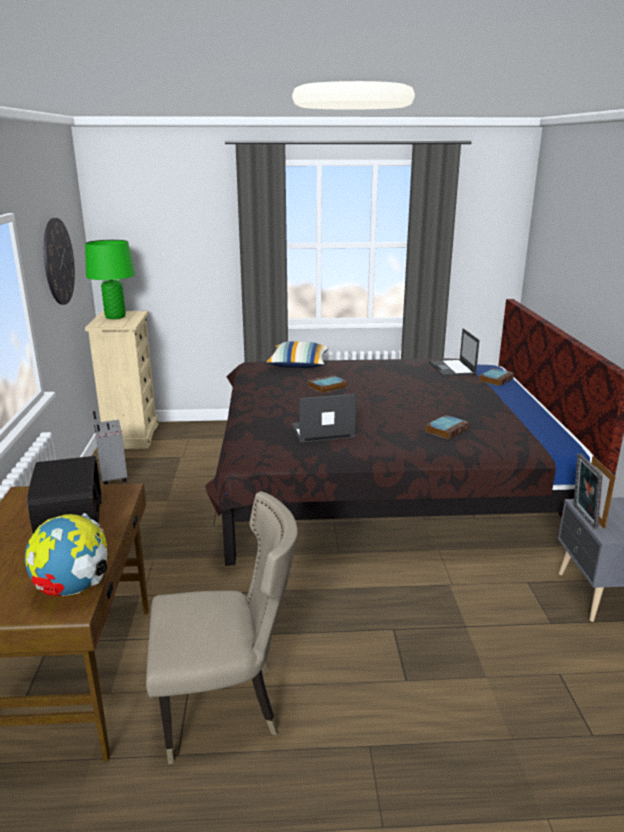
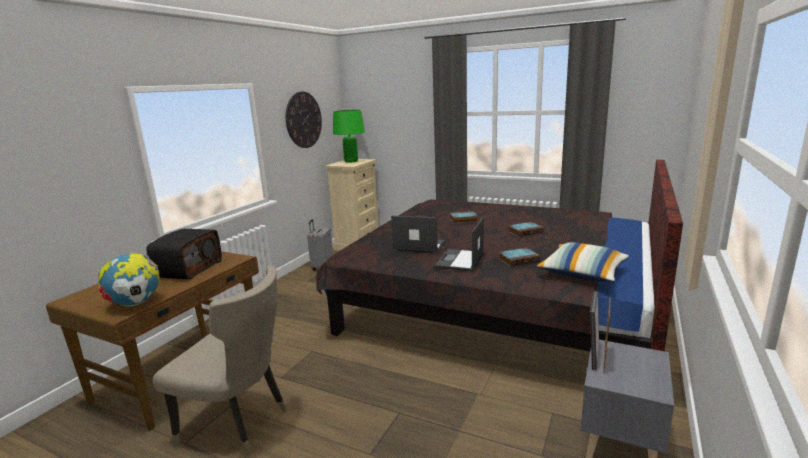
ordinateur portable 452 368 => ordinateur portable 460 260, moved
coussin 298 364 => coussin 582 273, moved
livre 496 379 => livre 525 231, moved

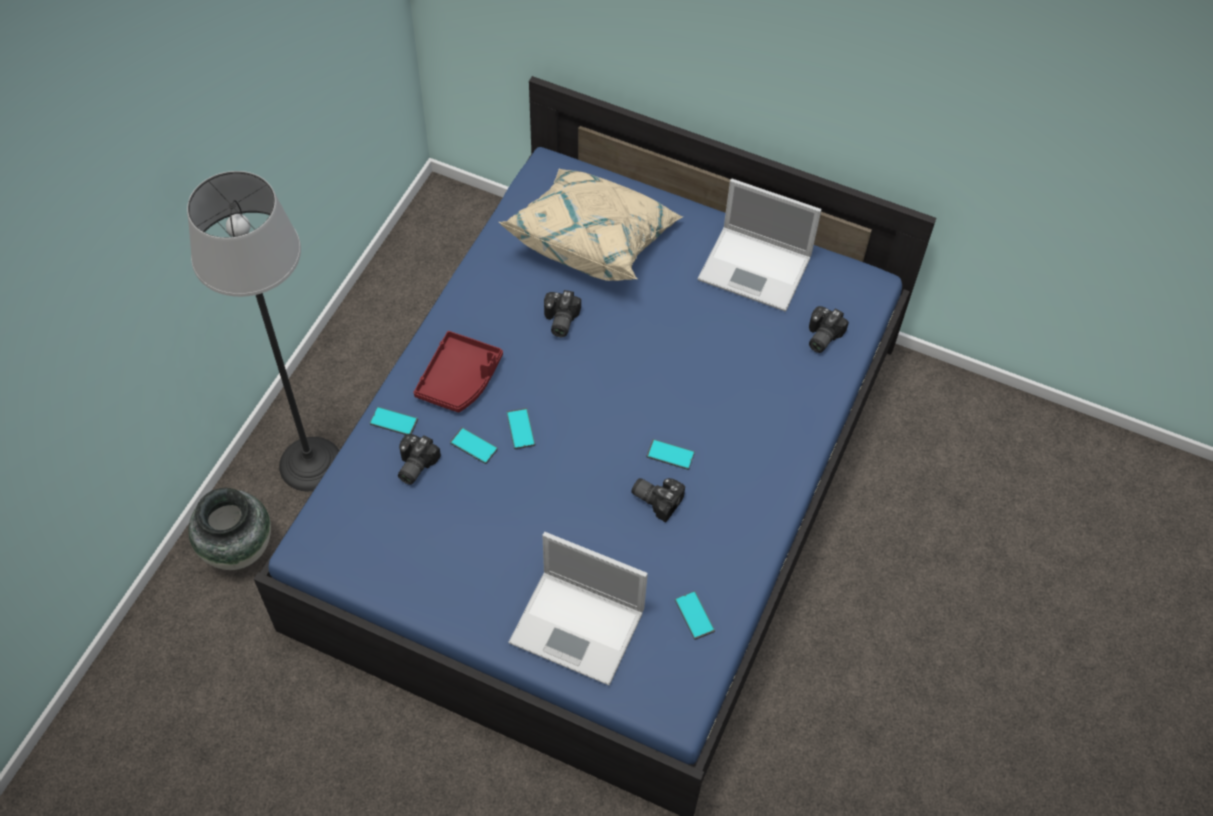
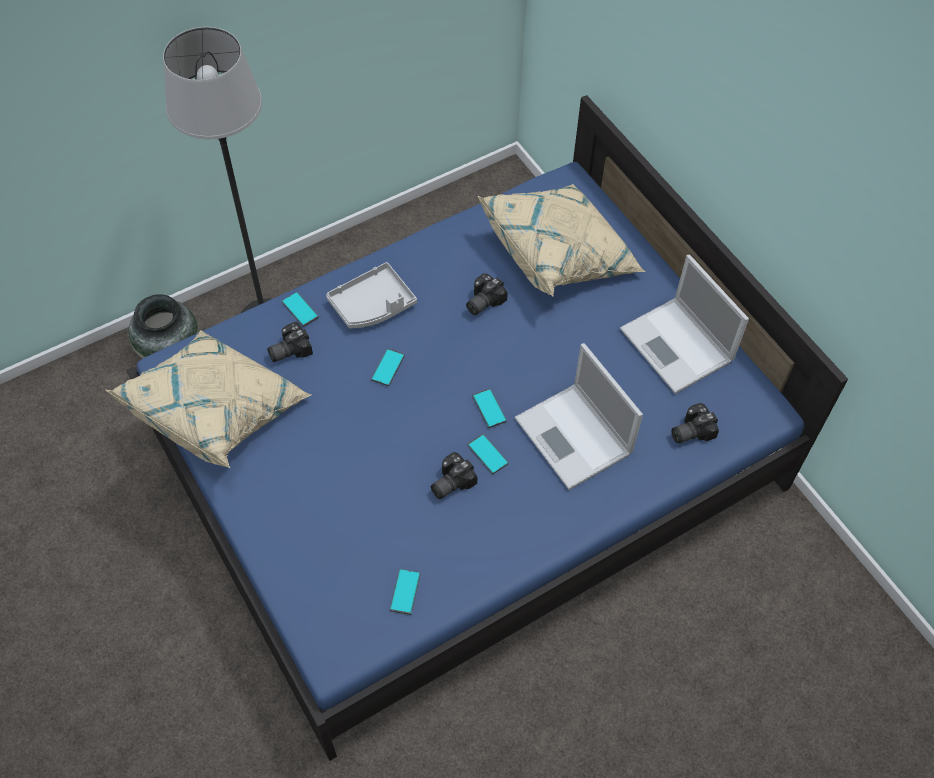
plateau/rouge 460 379 => plateau/gris 373 305
téléphone 473 446 => téléphone 489 408, moved
appareil photo 657 498 => appareil photo 449 482, 105 degrees counterclockwise
ordinateur portable 579 627 => ordinateur portable 575 437, moved
nothing => coussin/beige 218 411

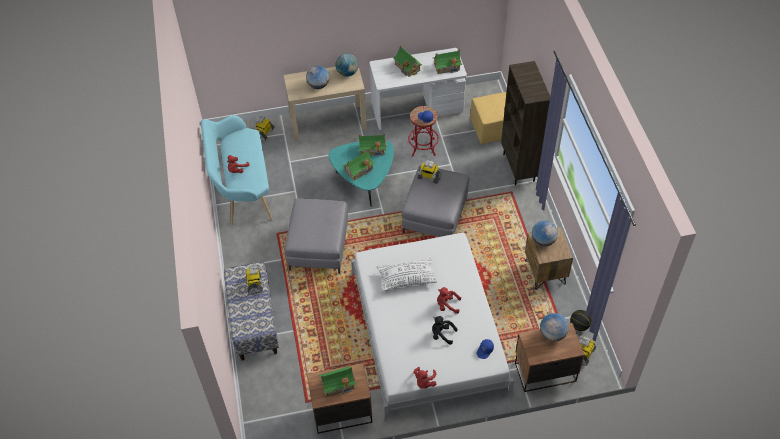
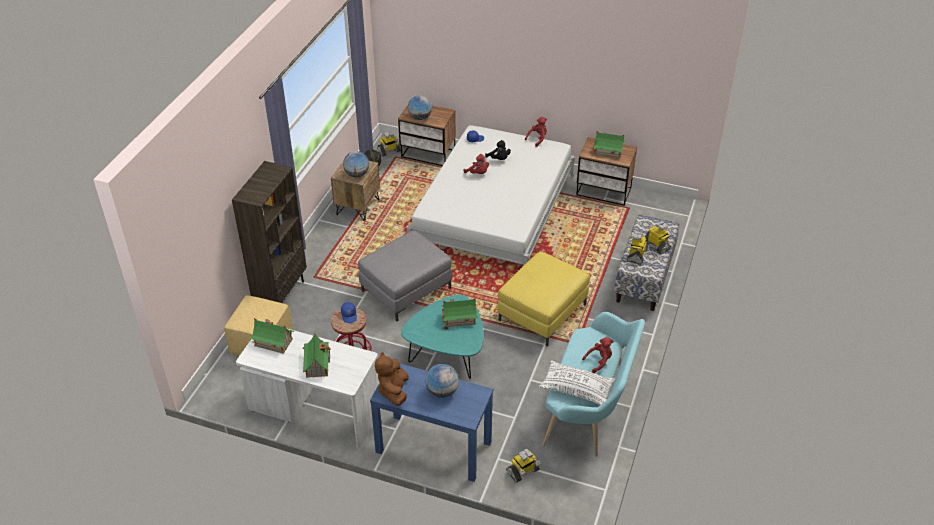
globe 347 73 => peluche/marron 394 391
table console/beige 328 122 => table console/bleu 433 447
maison miniature 372 149 => nothing
robot jouet 429 177 => robot jouet 657 245, moved
pouf/gris 318 247 => pouf/jaune 542 313
coussin/blanc 406 278 => coussin/blanc 577 389, moved

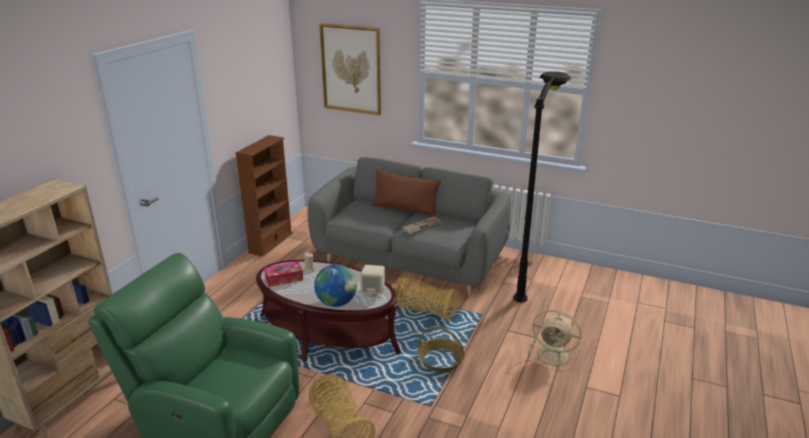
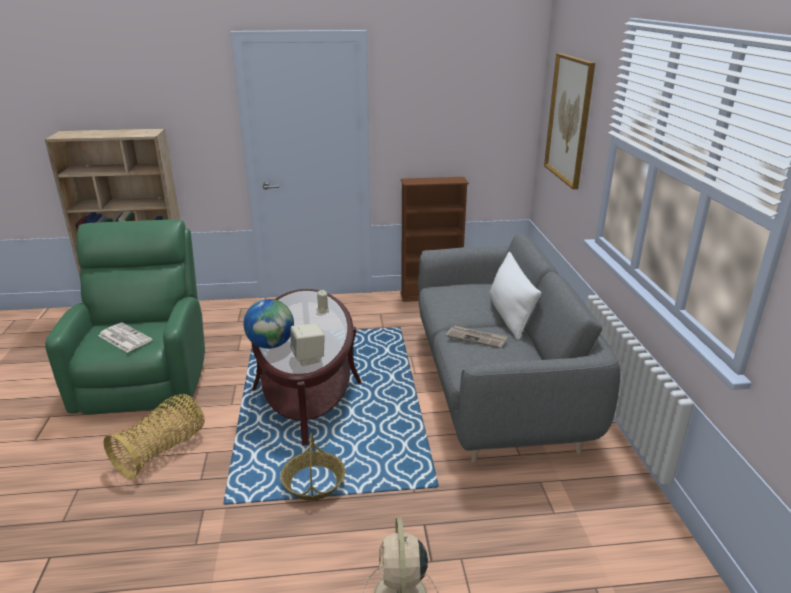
lampadaire/noir 530 277 => nothing
coussin/marron 405 209 => coussin/blanc 509 315
boîte à mouchoirs 284 279 => nothing
panier 424 311 => nothing
nothing => journal 124 338

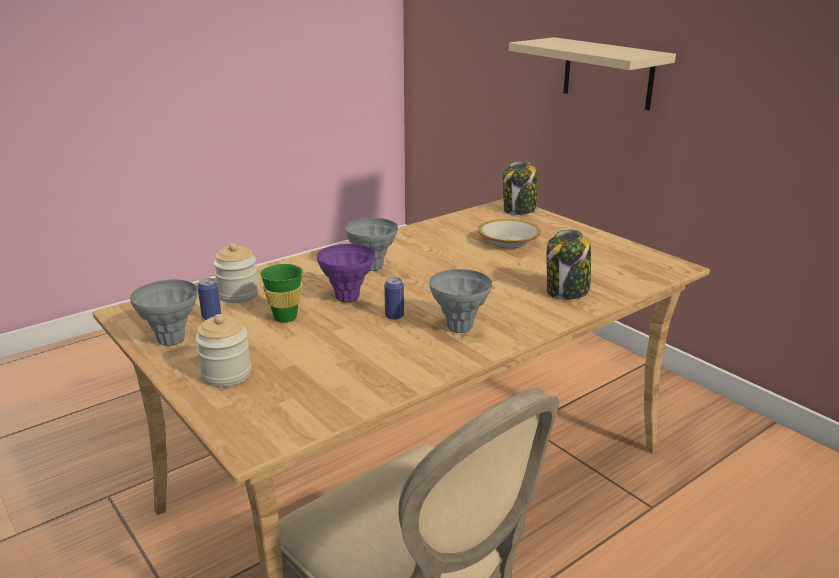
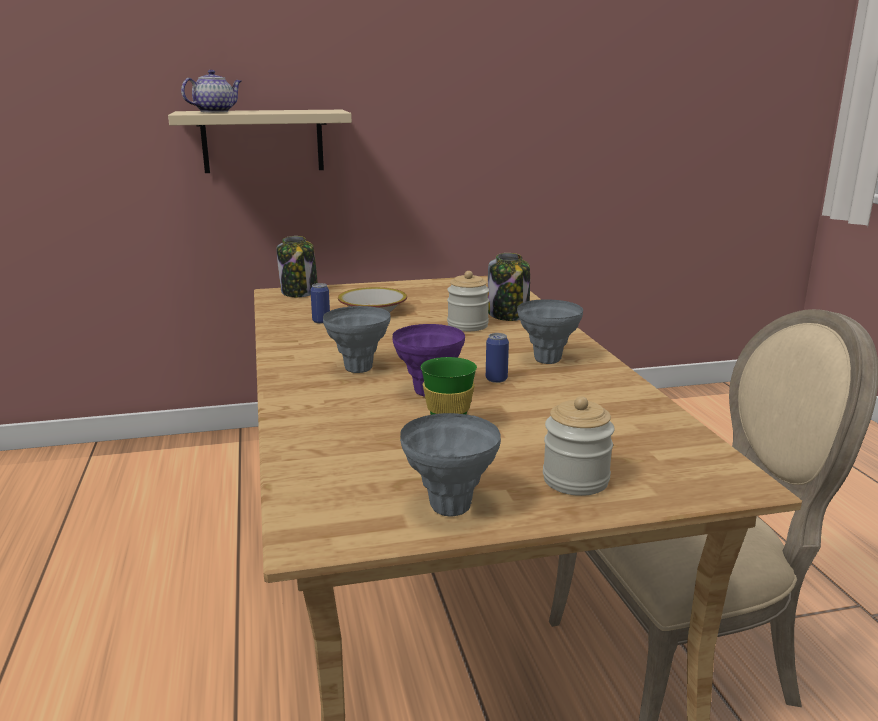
bocal 238 295 => bocal 467 325, moved
boîte métallique 211 317 => boîte métallique 321 321, moved
nothing => théière 215 112

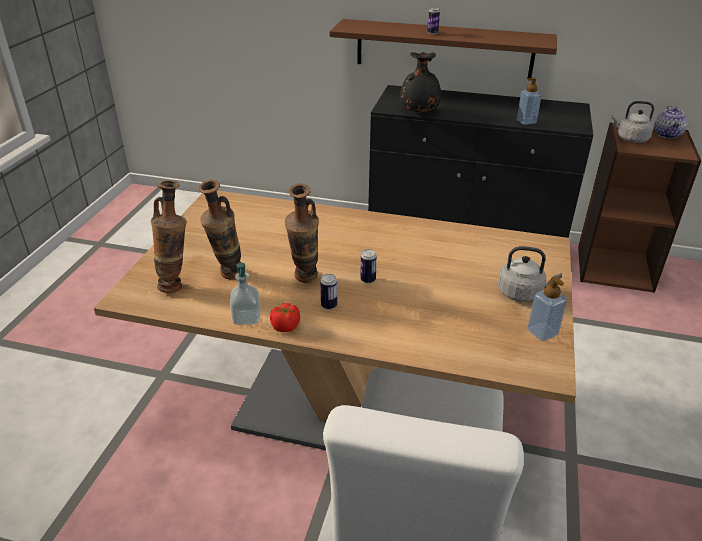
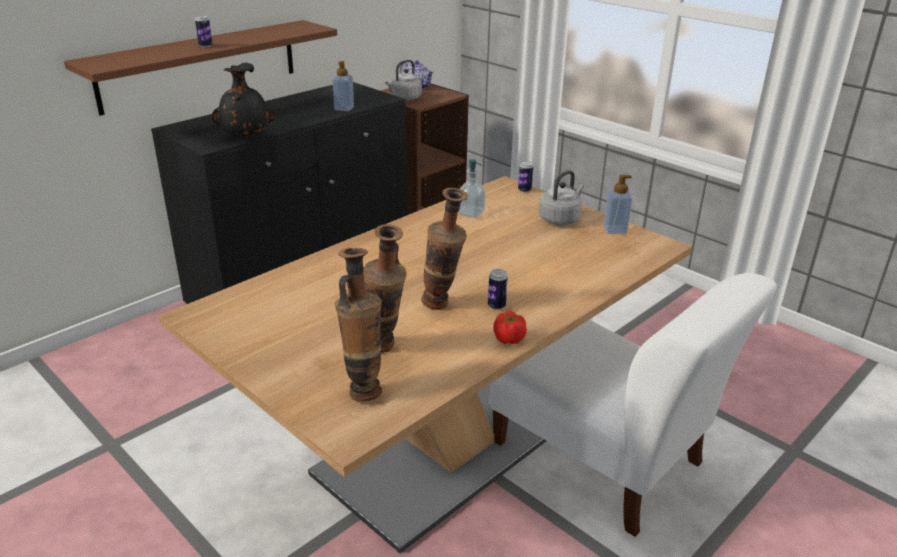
boîte métallique 368 280 => boîte métallique 524 190, moved
distributeur de savon 246 318 => distributeur de savon 470 213, moved

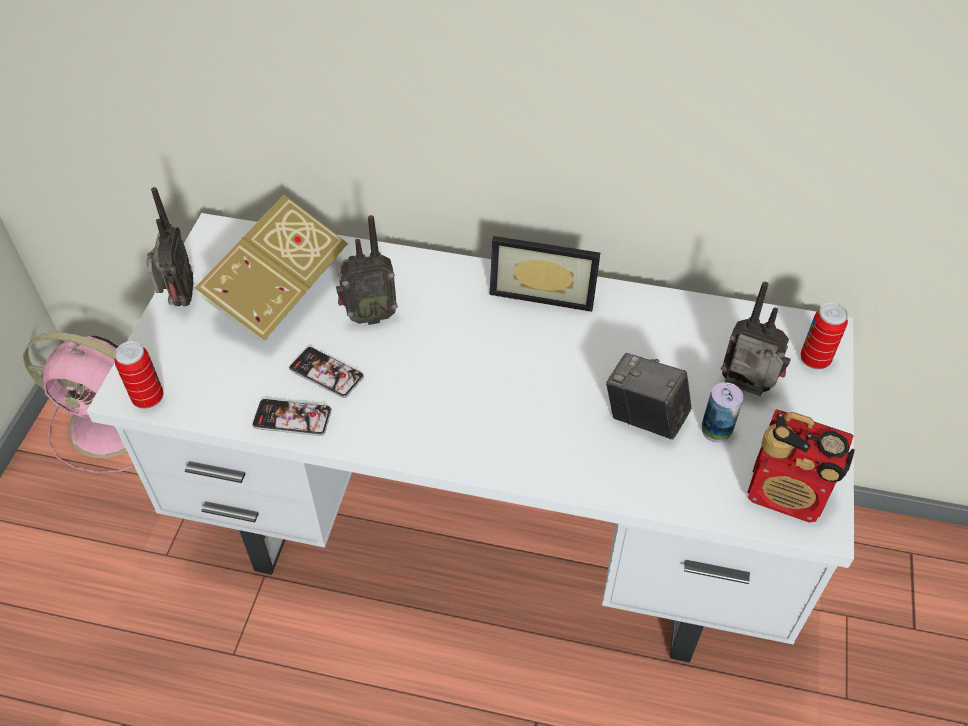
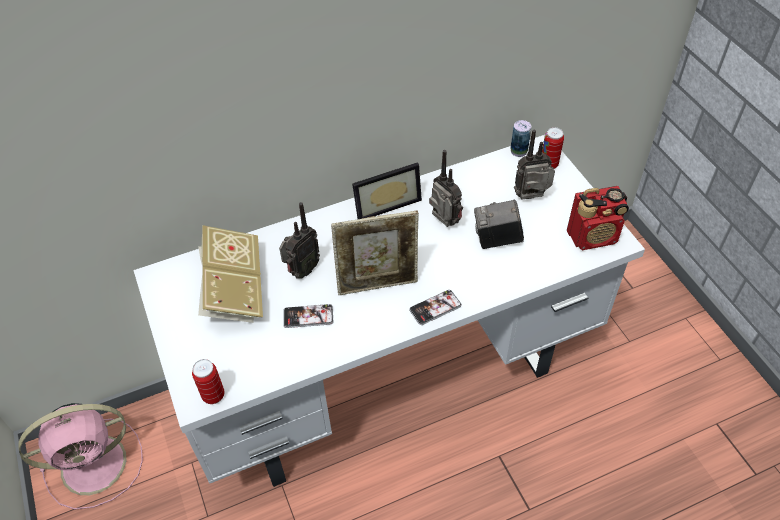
radio 179 300 => radio 443 224, moved
boîte métallique 716 430 => boîte métallique 518 151, moved
téléphone 292 418 => téléphone 435 308, moved
nothing => cadre photo 378 284

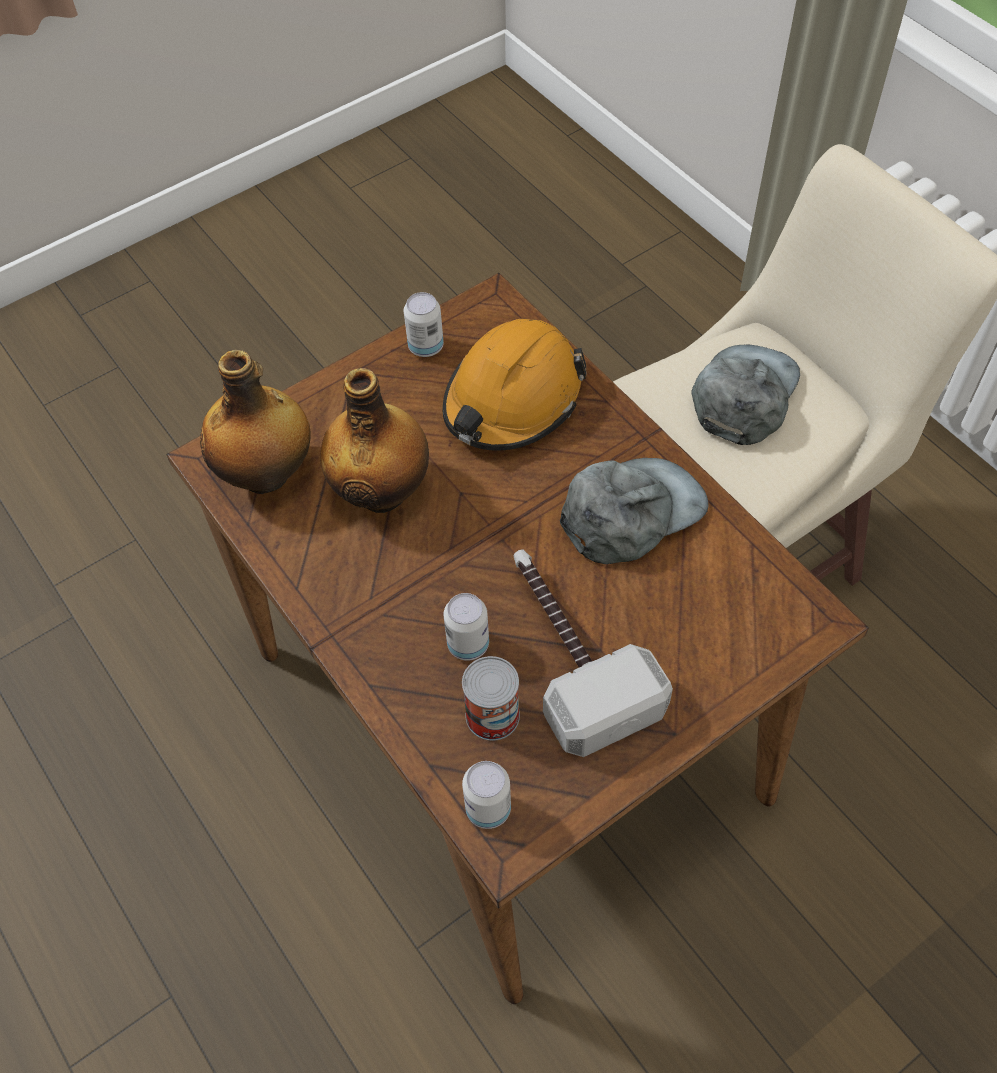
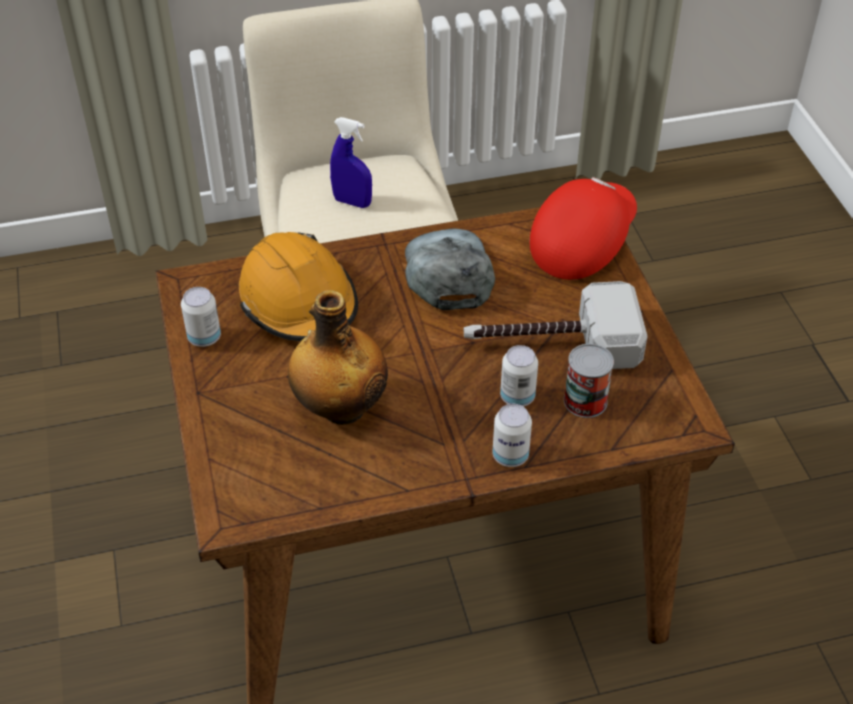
casquette/gris 744 395 => vaporisateur/bleu 352 202
bouteille 267 474 => nothing
boîte métallique 488 809 => boîte métallique 510 456, moved
nothing => casquette/rouge 581 243

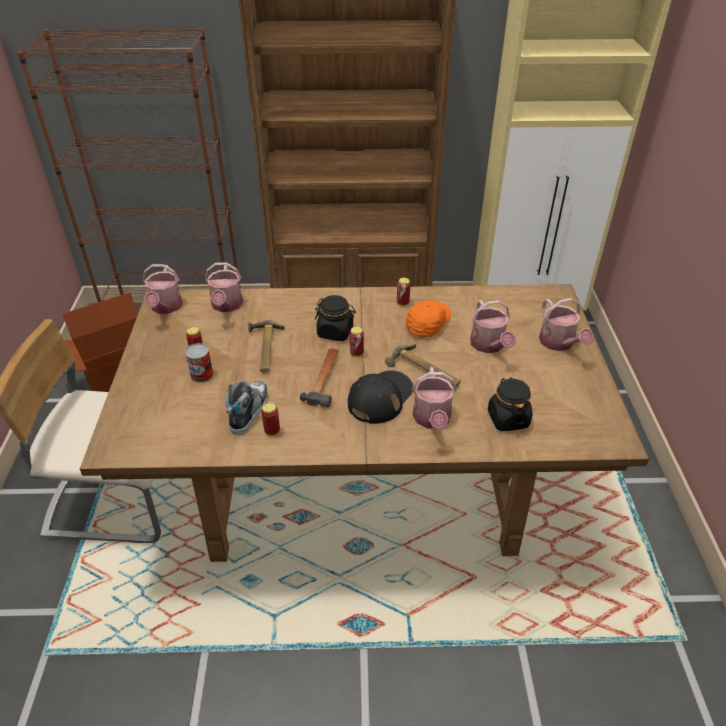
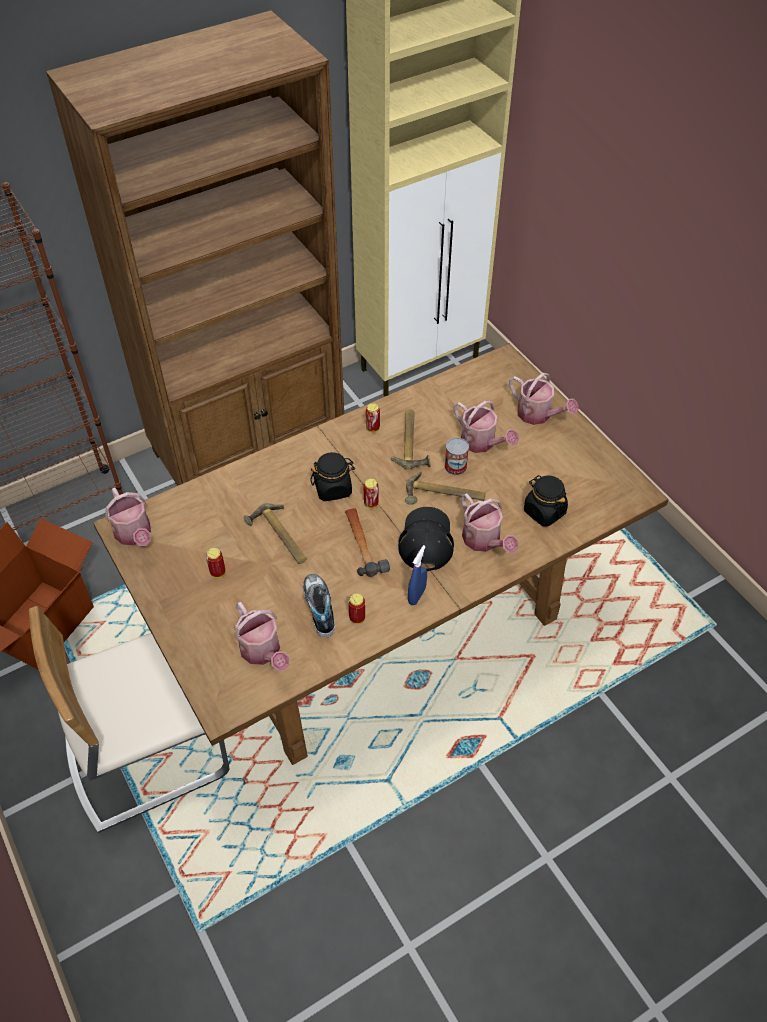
arrosoir 226 306 => arrosoir 263 652, moved
casquette/orange 428 324 => marteau 412 442
boîte métallique 202 374 => boîte métallique 455 467, moved
nothing => vaporisateur/bleu 417 595

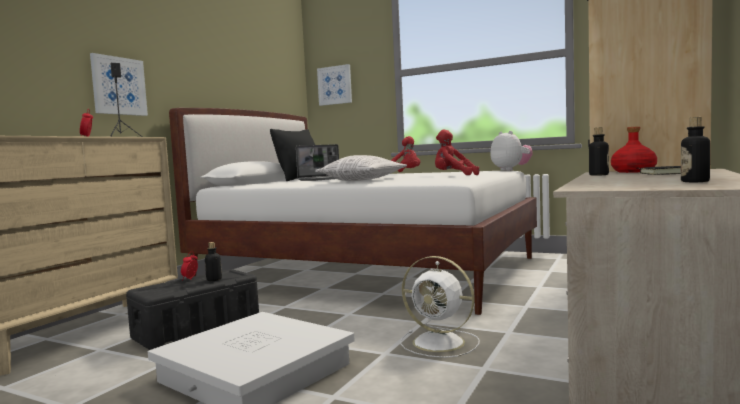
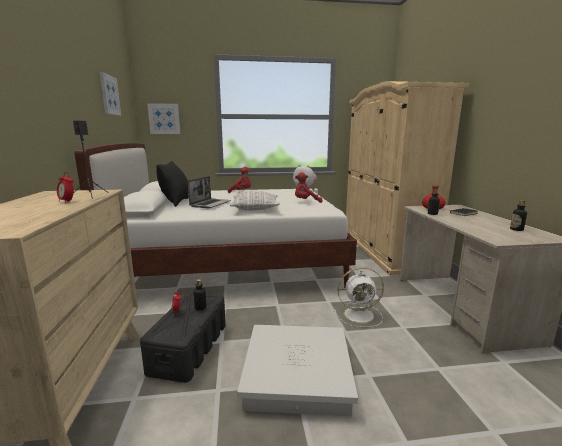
tableau 118 86 => tableau 109 95, moved

